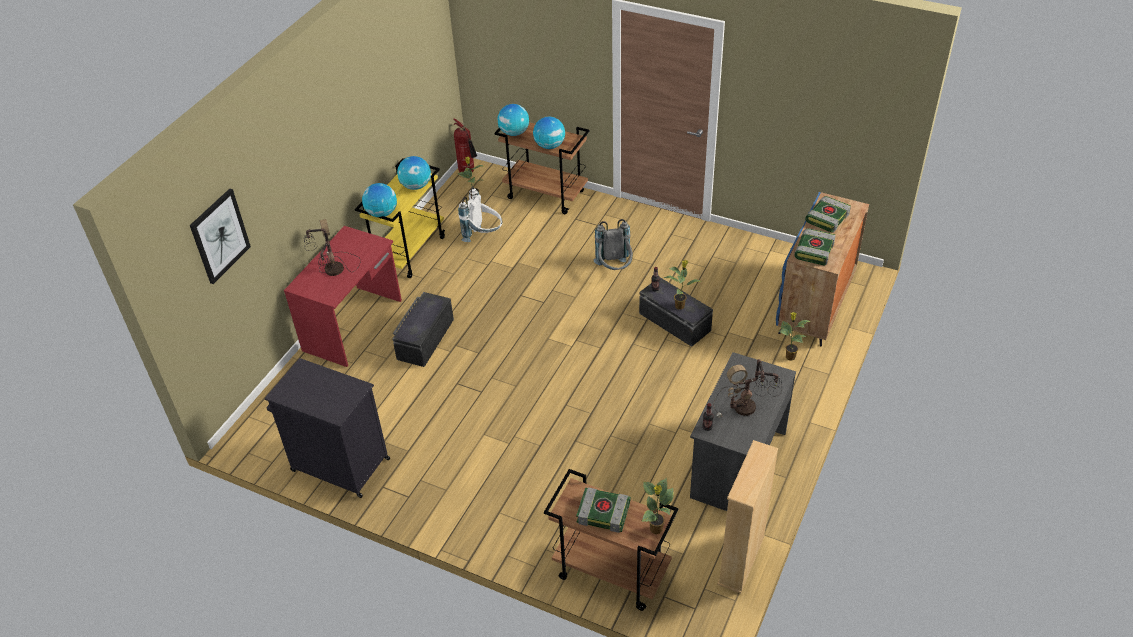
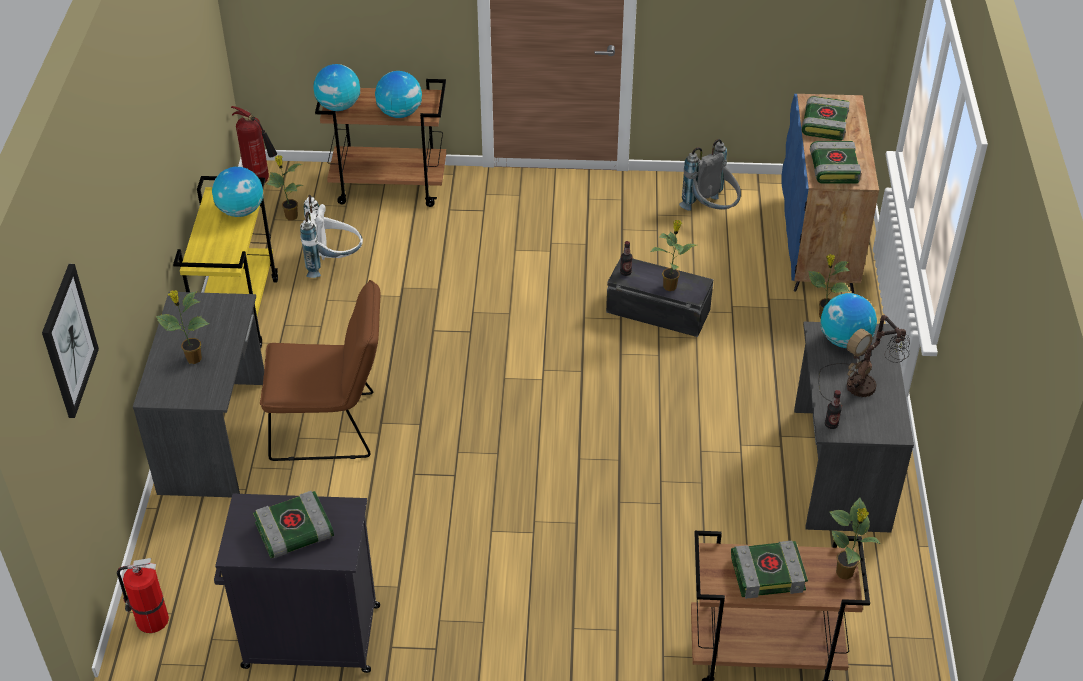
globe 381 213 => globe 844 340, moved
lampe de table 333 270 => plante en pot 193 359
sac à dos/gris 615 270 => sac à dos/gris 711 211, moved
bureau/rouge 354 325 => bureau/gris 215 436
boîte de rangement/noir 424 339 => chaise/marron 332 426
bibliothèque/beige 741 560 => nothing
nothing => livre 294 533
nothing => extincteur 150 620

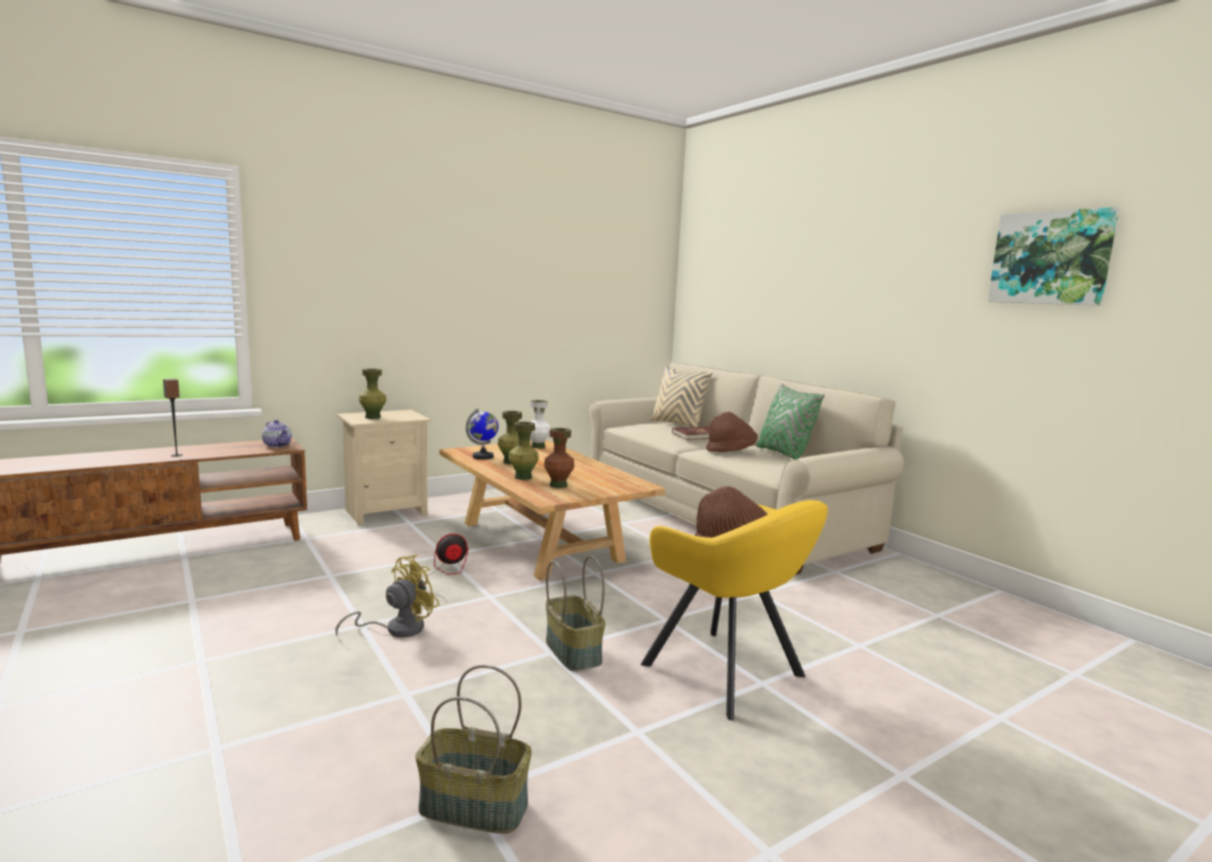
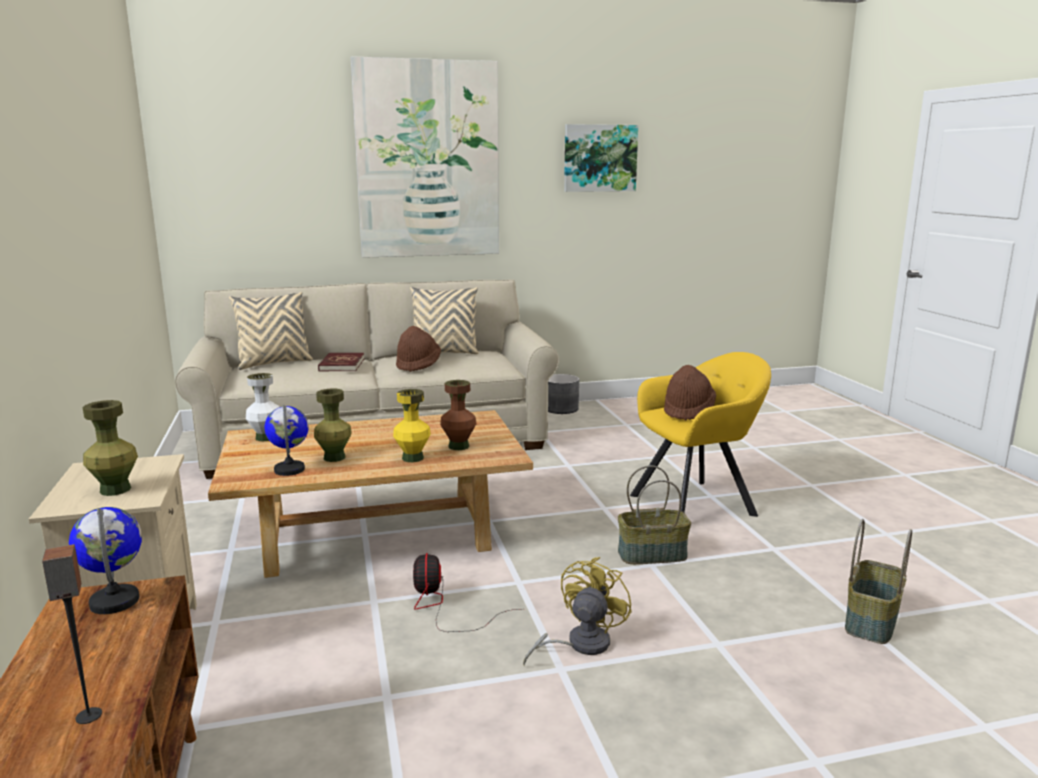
coussin/vert 783 454 => coussin/beige 444 353
théière 278 445 => globe 115 601
vase/vert 523 477 => vase/jaune 413 458
ventilateur/jaune 397 629 => ventilateur/jaune 579 644, 60 degrees clockwise
nothing => tableau 428 160
nothing => cache-pot/gris 561 409

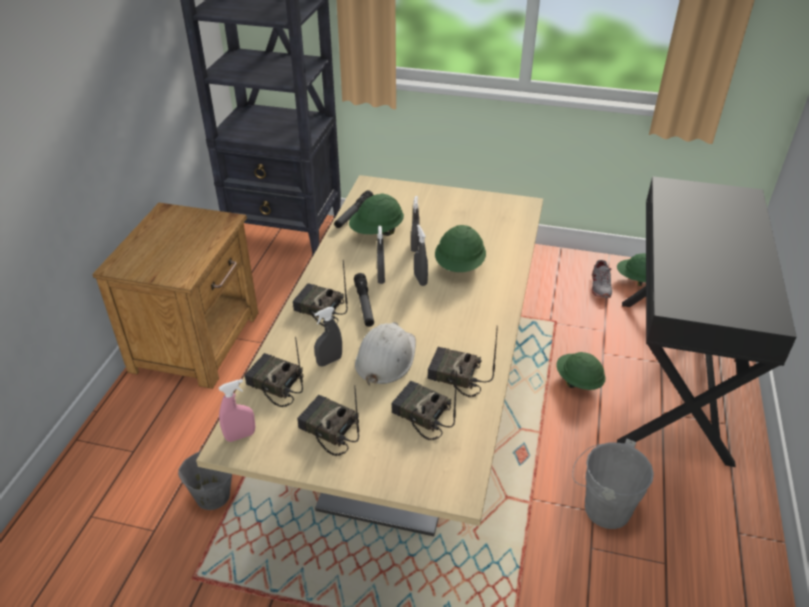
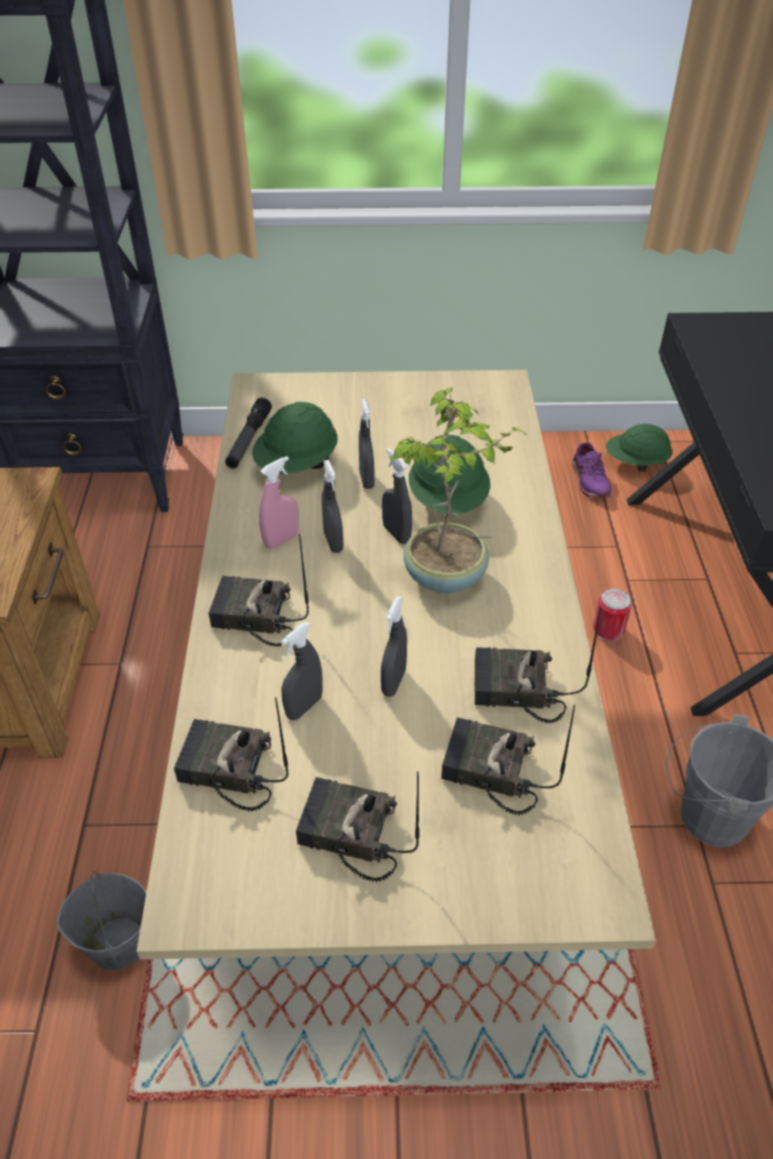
chaussure/gris 600 285 => chaussure/violet 589 480
lampe de poche 364 304 => nothing
casque de chantier/blanc 385 358 => vaporisateur/gris 393 682
casque de chantier/vert 578 381 => boîte métallique 608 629
vaporisateur/rose 240 436 => vaporisateur/rose 281 540, moved
nothing => plante en pot 446 577

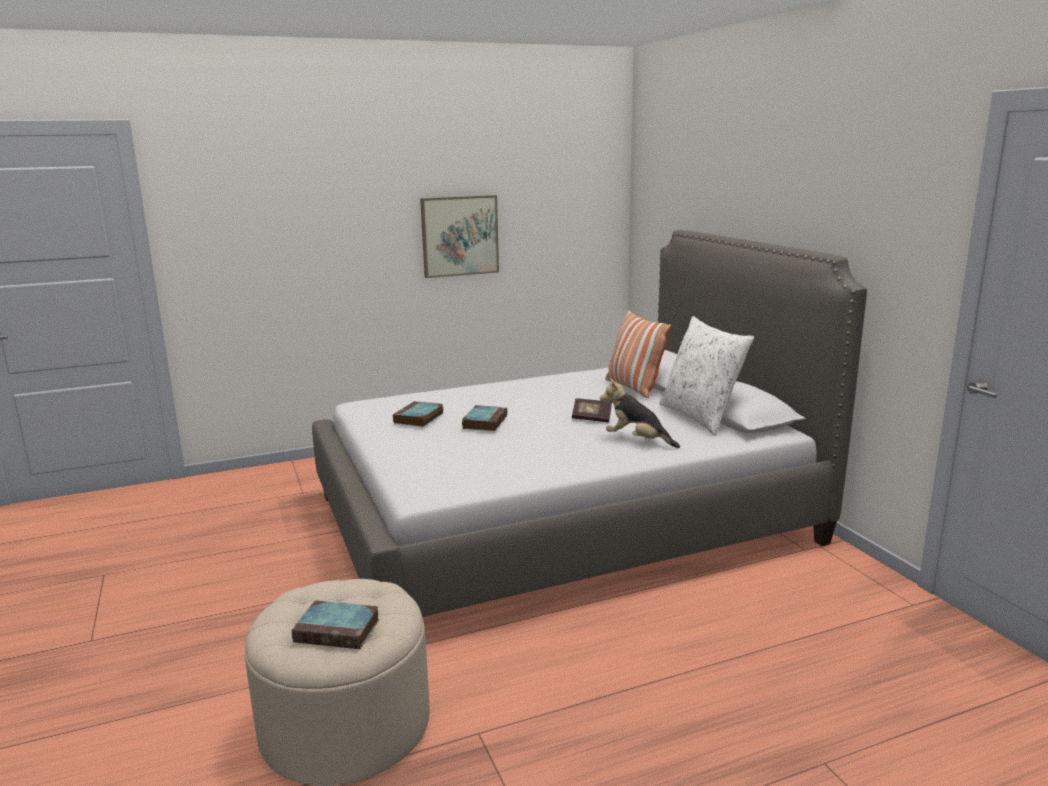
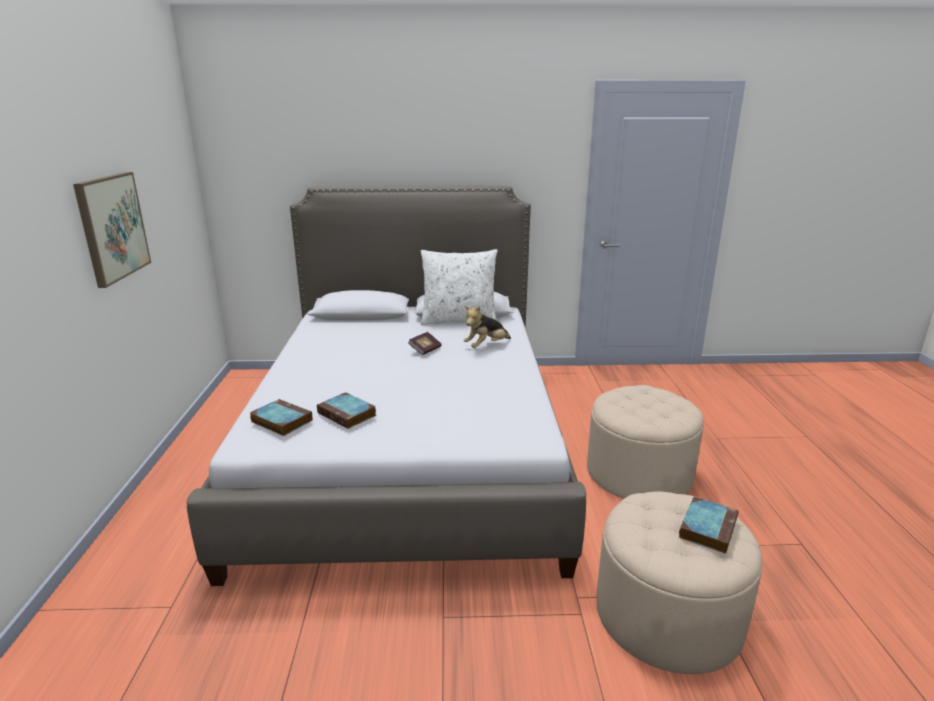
coussin 633 388 => nothing
livre 485 422 => livre 280 421, moved
nothing => pouf/beige 638 474

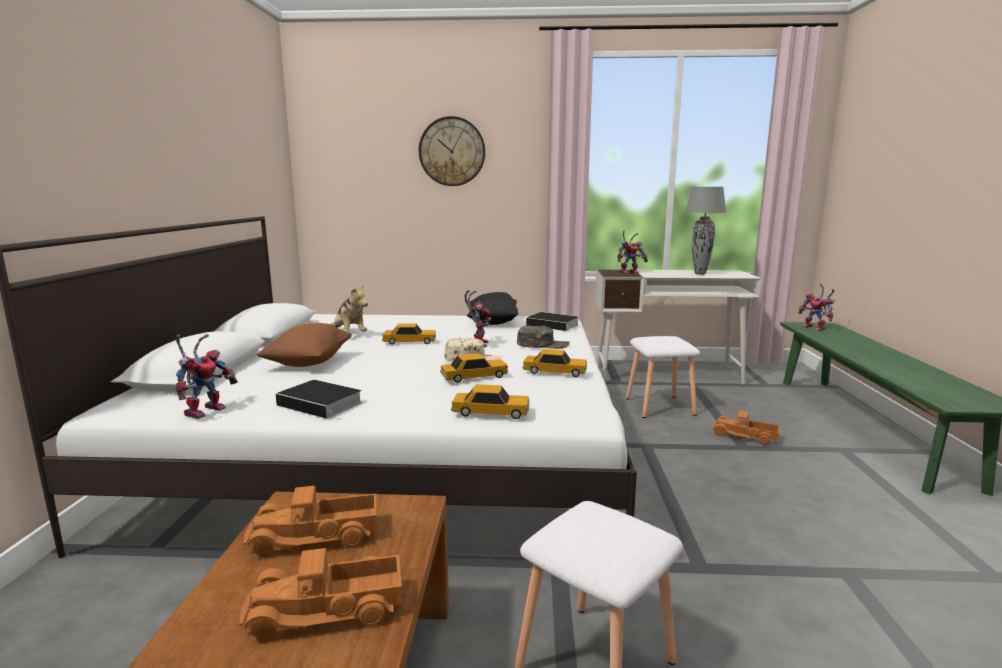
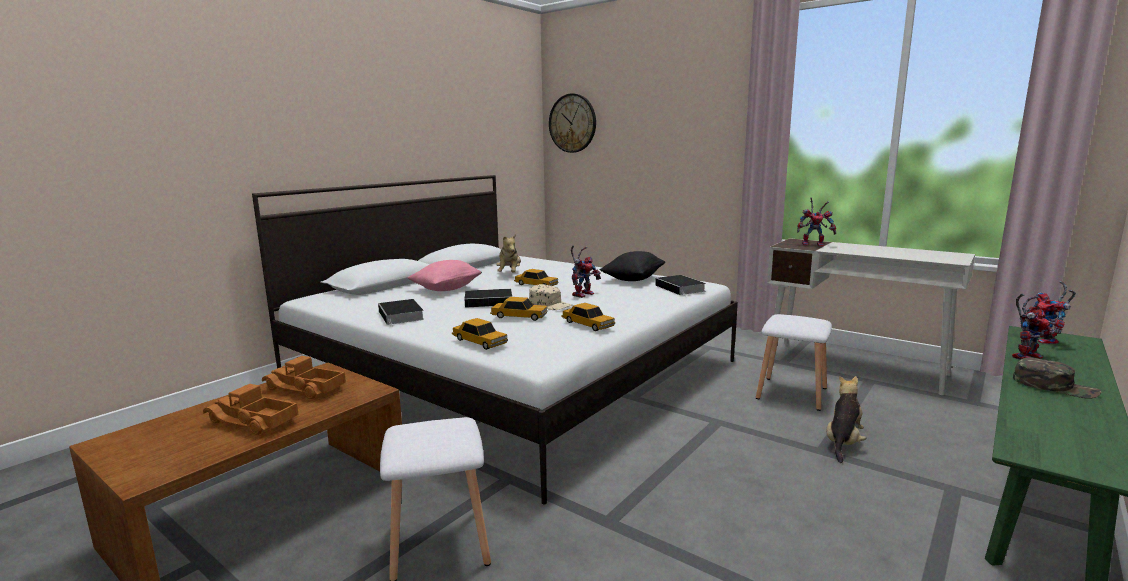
horloge murale 452 151 => horloge murale 572 123, moved
lampe de table/gris 700 274 => nothing
coussin/marron 308 362 => coussin/rose 446 289
casquette/vert 543 344 => casquette/vert 1054 386, moved
robot jouet 206 410 => robot jouet 1025 356, moved
camion jouet 745 436 => peluche 843 443
nothing => livre 490 301

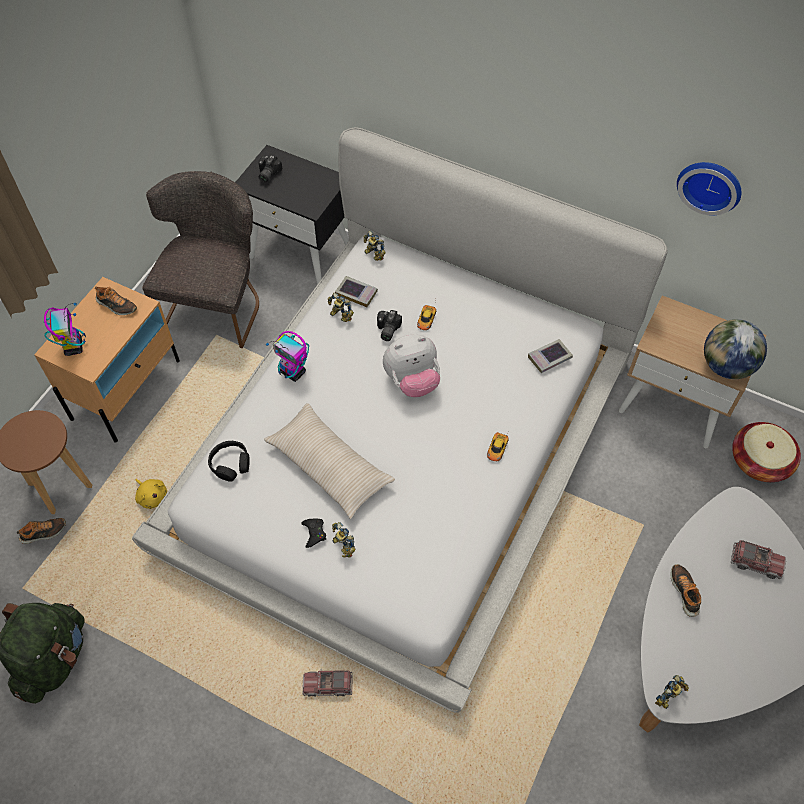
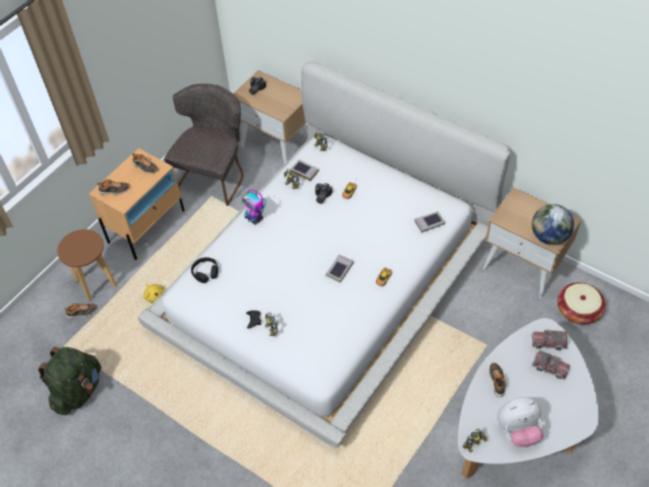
table de chevet/noir 300 251 => table de chevet/beige 276 144
horloge murale 710 184 => nothing
robot jouet 73 346 => chaussure 114 190
peluche 412 381 => peluche 518 430, moved
coussin/beige 329 466 => nothing
camion jouet 328 685 => camion jouet 548 342, moved
nothing => livre 339 269

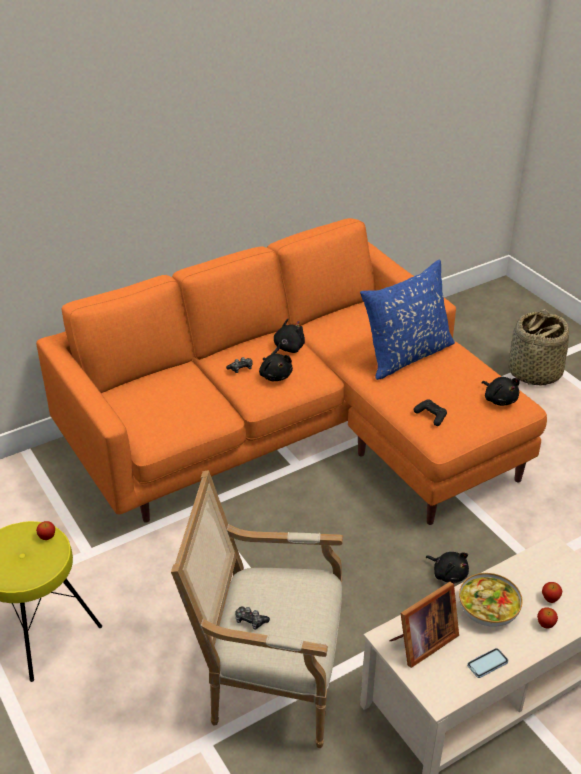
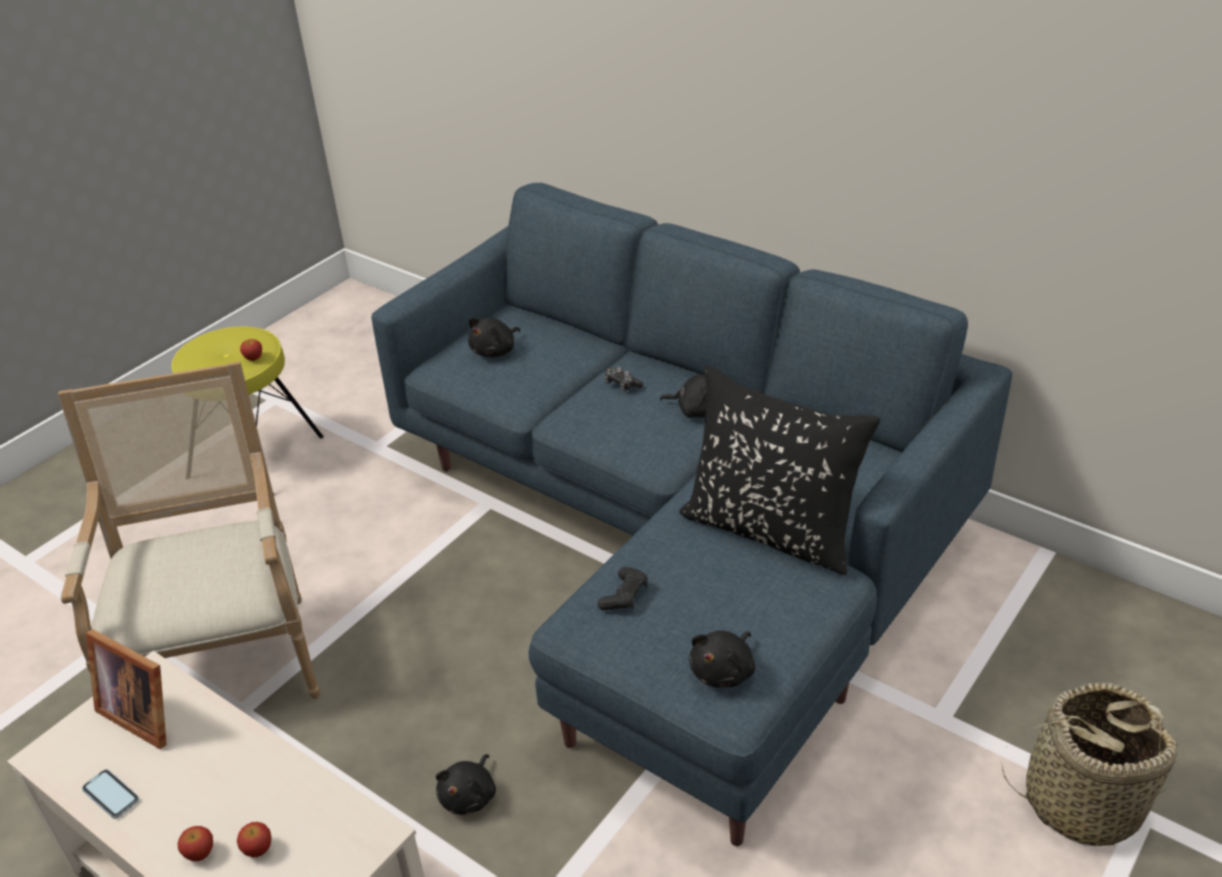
canapé/orange 294 435 => canapé/bleu 680 541
coussin/bleu 406 355 => coussin/noir 771 530
peluche/noir 275 375 => peluche/noir 495 351, moved
bol 488 609 => nothing
manette 250 621 => nothing

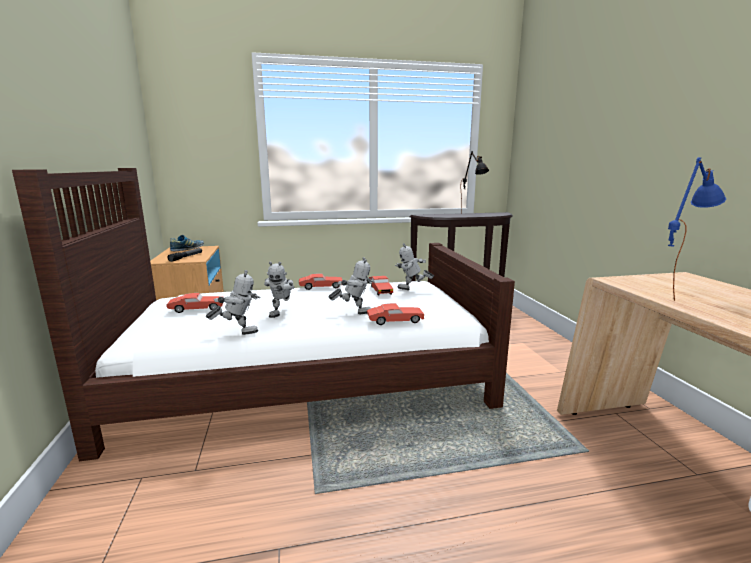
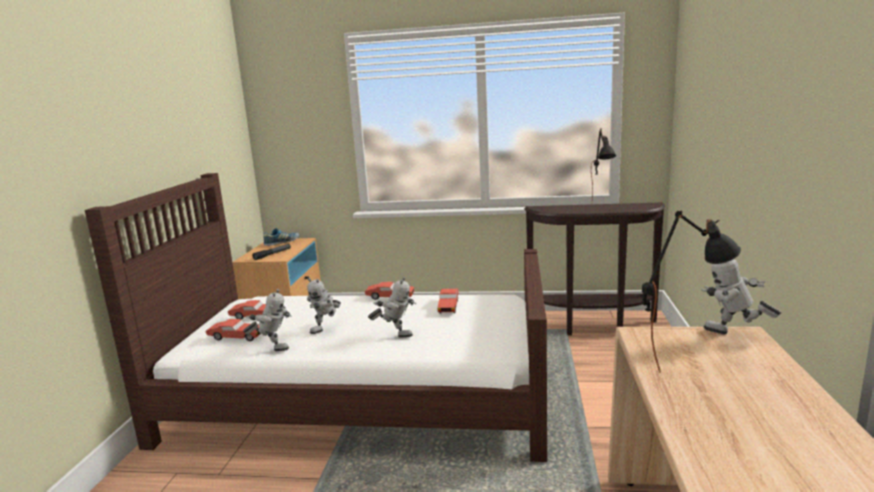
lampe de table/bleu 675 292 => lampe de table/noir 682 361
robot jouet 412 290 => robot jouet 734 336, moved
petite voiture/rouge 395 321 => petite voiture/rouge 236 337, moved

